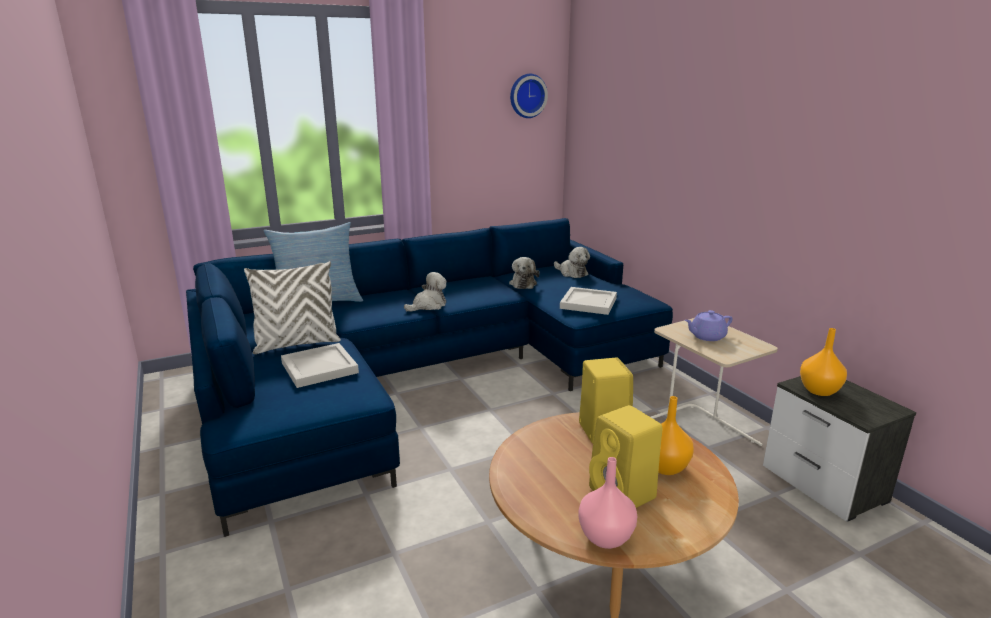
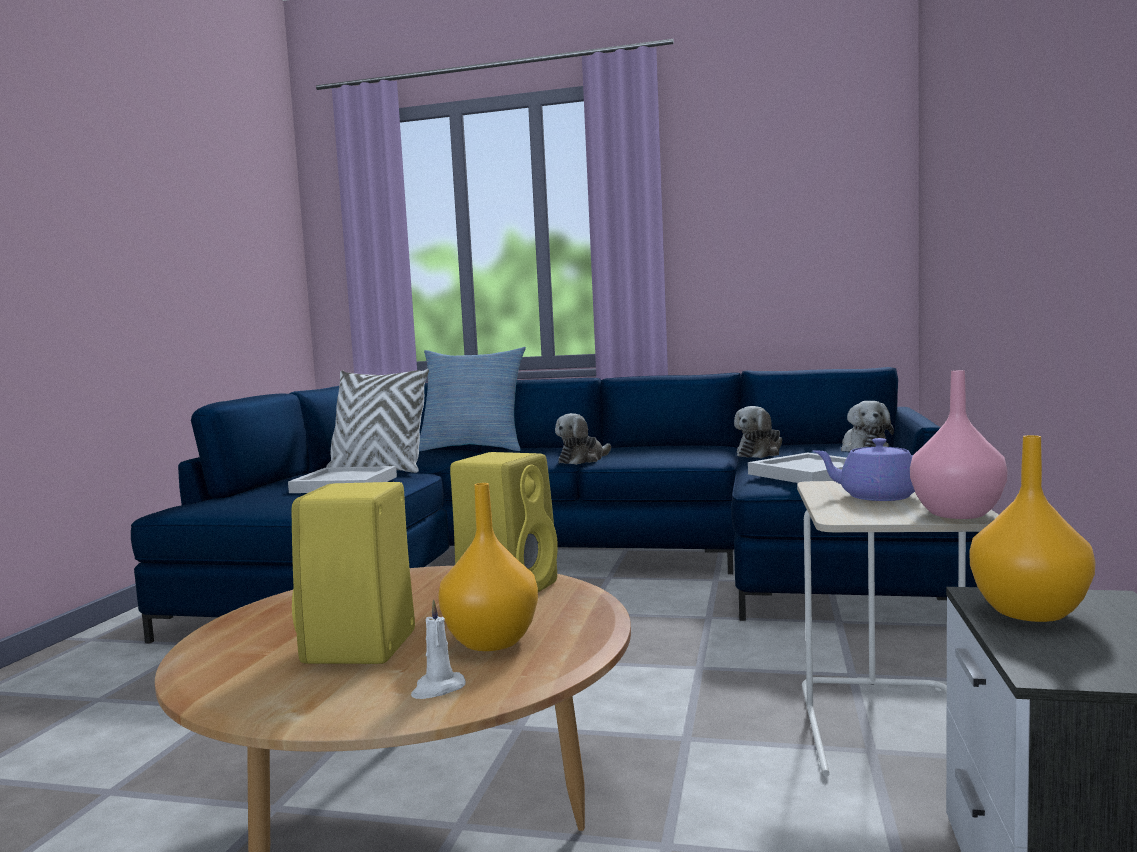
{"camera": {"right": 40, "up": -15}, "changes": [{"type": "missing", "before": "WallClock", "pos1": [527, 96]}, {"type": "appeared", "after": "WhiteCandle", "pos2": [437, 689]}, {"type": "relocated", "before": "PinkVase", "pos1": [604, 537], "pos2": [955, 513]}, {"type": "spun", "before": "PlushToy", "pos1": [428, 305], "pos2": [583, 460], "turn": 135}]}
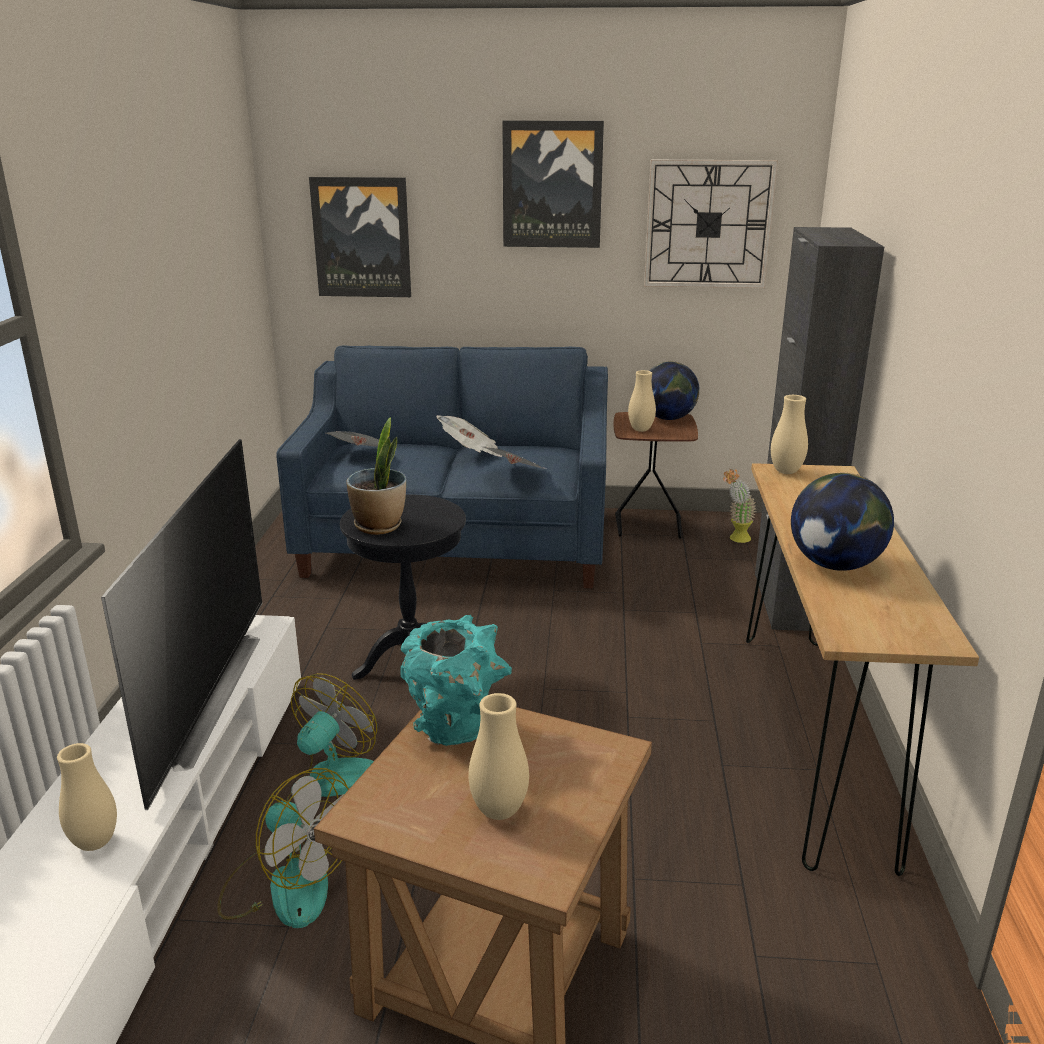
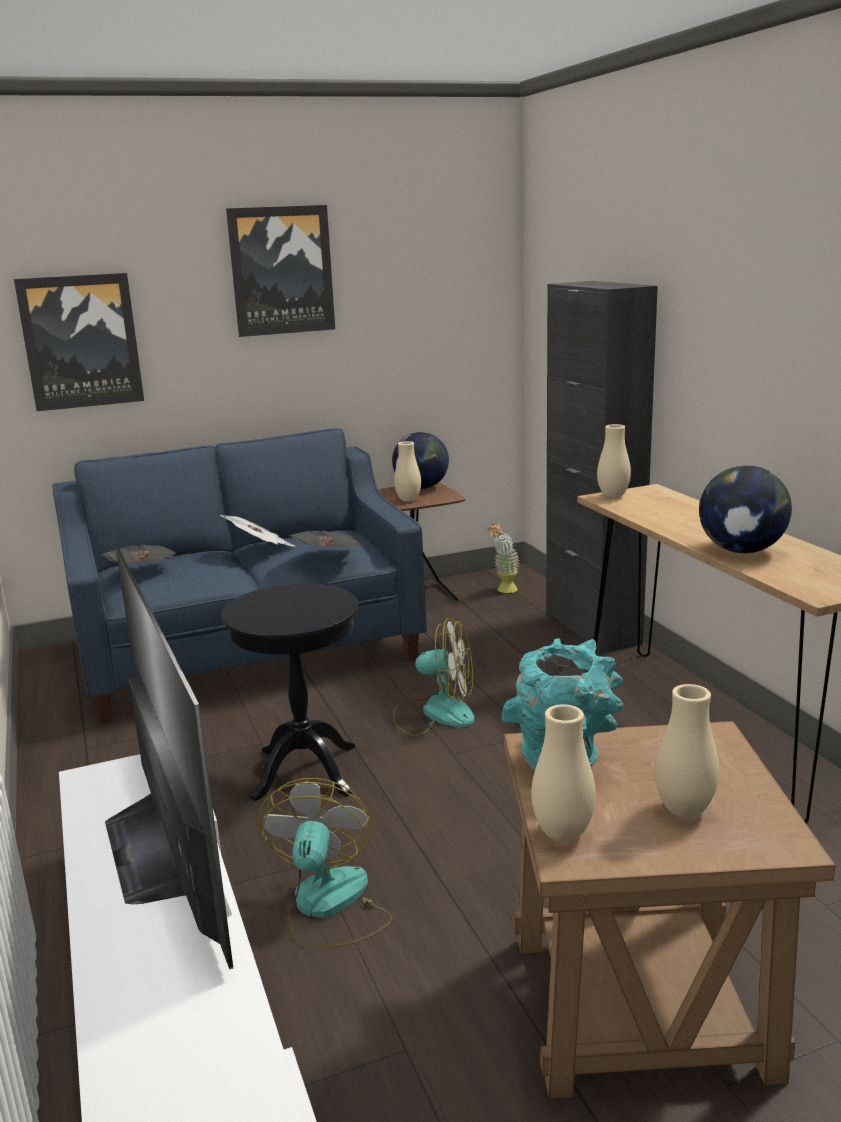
{"camera": {"right": -25, "up": -5}, "changes": [{"type": "missing", "before": "PottedPlant", "pos1": [379, 526]}, {"type": "missing", "before": "WallClock", "pos1": [708, 224]}, {"type": "relocated", "before": "BeigeVase", "pos1": [95, 842], "pos2": [562, 834]}, {"type": "relocated", "before": "Fan", "pos1": [286, 884], "pos2": [435, 713]}]}
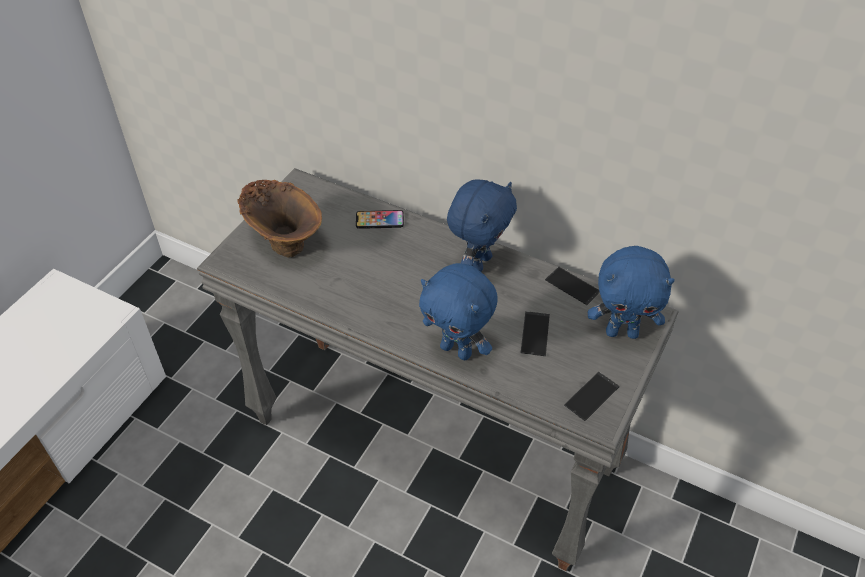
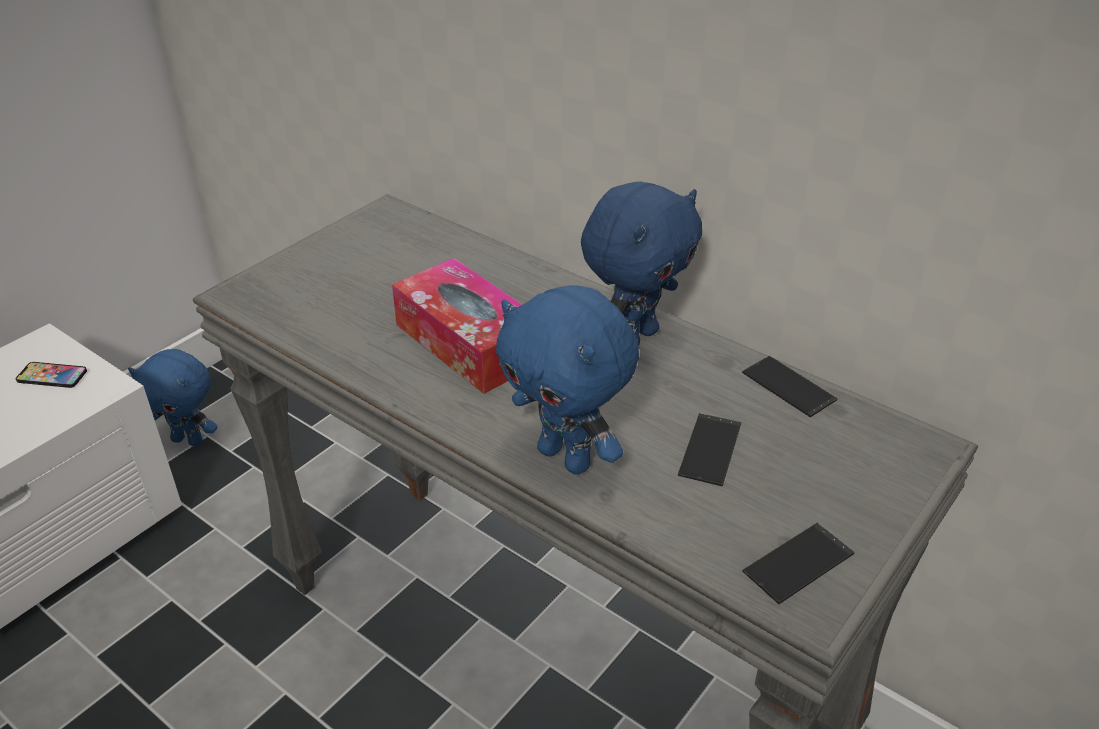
{"camera": {"right": 10, "up": -10}, "changes": [{"type": "missing", "before": "BrownVase", "pos1": [285, 241]}, {"type": "appeared", "after": "TissueBox", "pos2": [469, 342]}, {"type": "relocated", "before": "Phone", "pos1": [379, 220], "pos2": [52, 376]}, {"type": "relocated", "before": "BluePlushToy", "pos1": [622, 332], "pos2": [189, 440]}]}
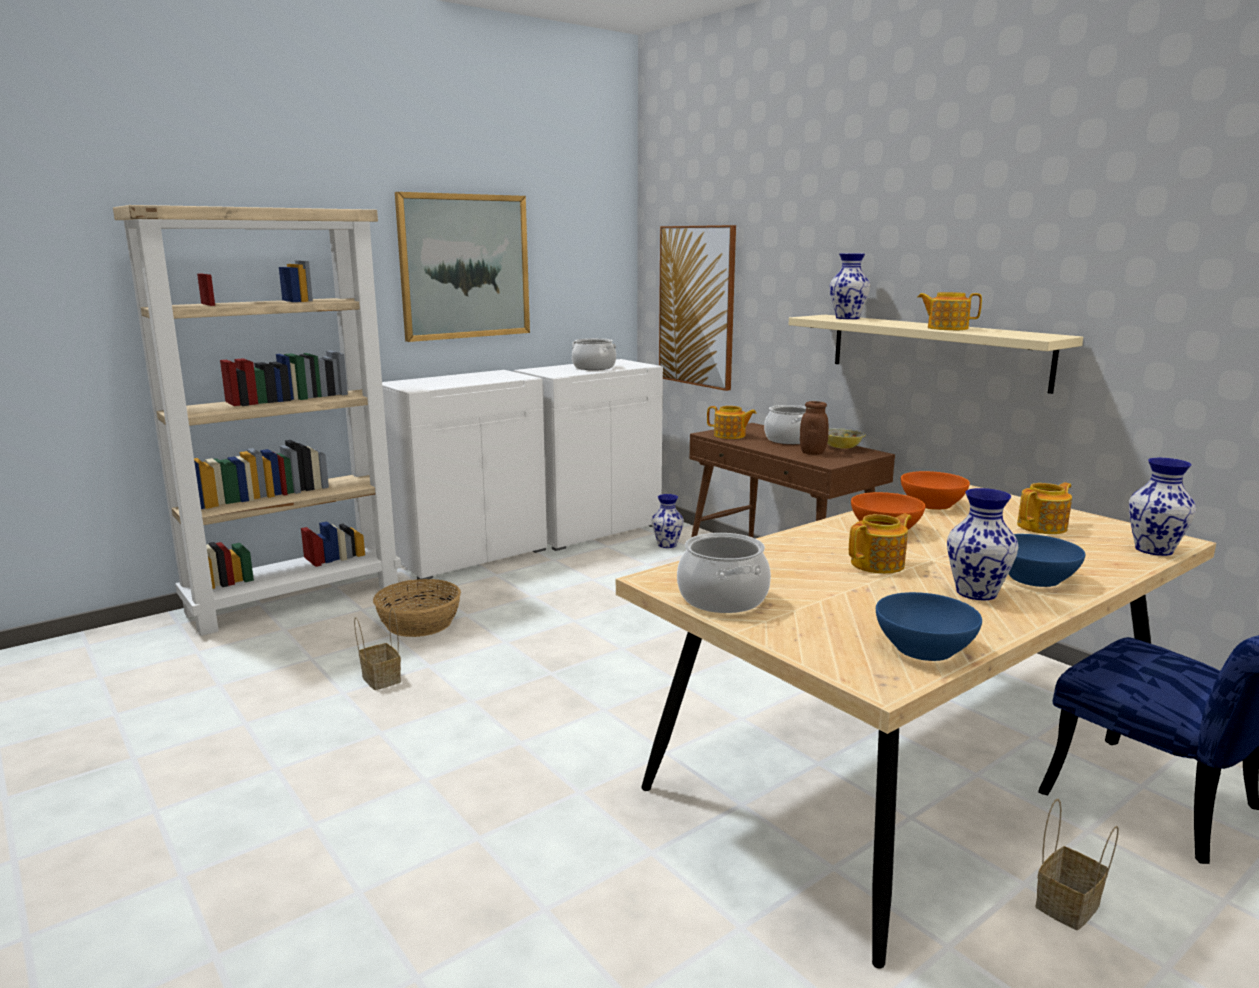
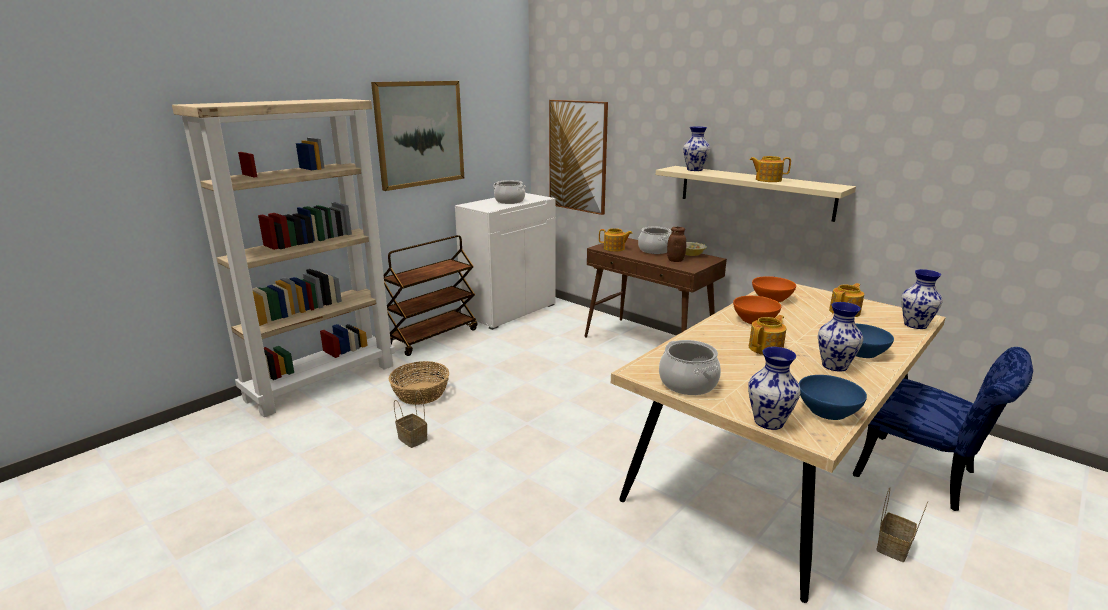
{"camera": {"right": -10, "up": 5}, "changes": [{"type": "relocated", "before": "Vase", "pos1": [667, 545], "pos2": [769, 422]}, {"type": "exchanged", "before": "WhiteCabinet", "after": "BrownCart", "pos1": [469, 554], "pos2": [433, 337]}]}
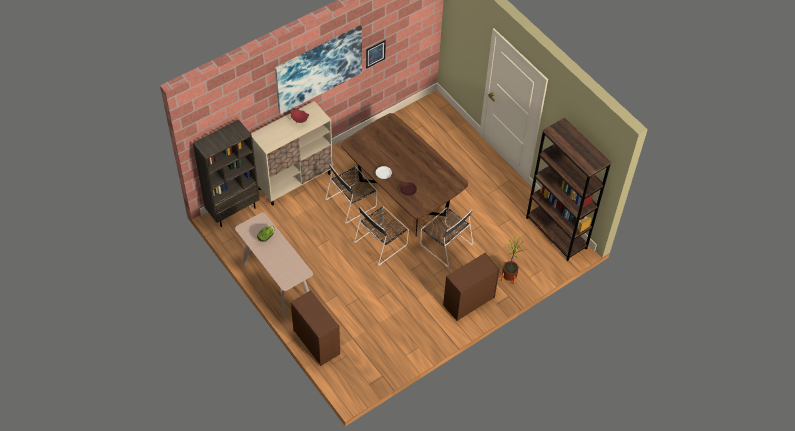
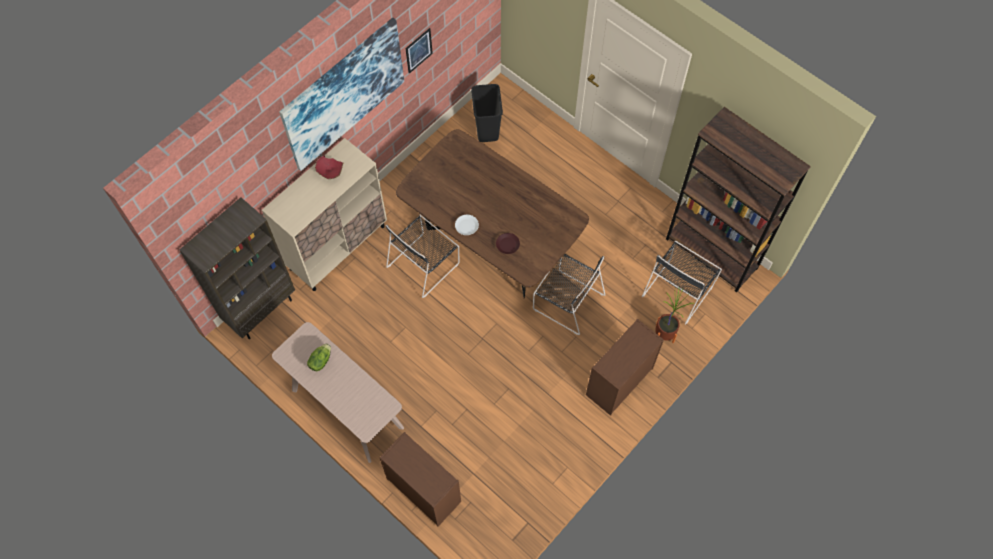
{"camera": {"right": -10, "up": 10}, "changes": [{"type": "appeared", "after": "BlackTrashCan", "pos2": [486, 129]}, {"type": "relocated", "before": "BlackChair", "pos1": [382, 242], "pos2": [678, 289]}]}
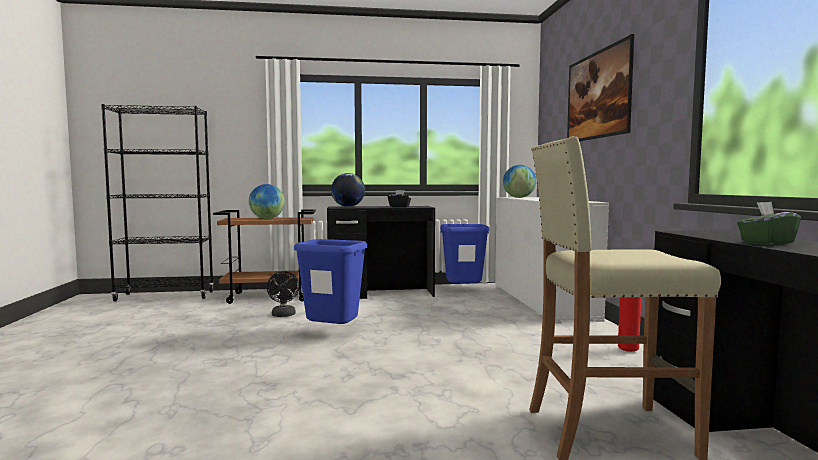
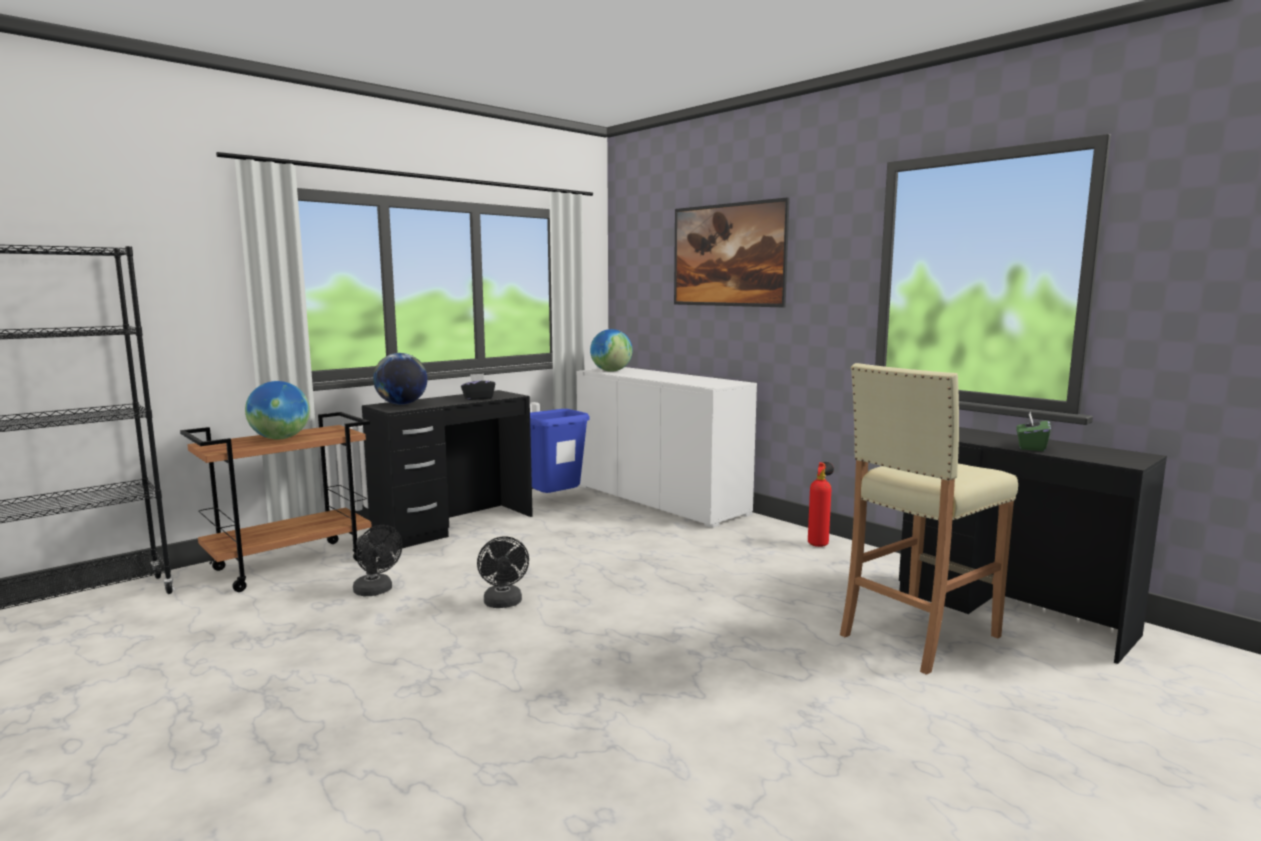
{"camera": {"right": -35, "up": 5}, "changes": [{"type": "exchanged", "before": "BlueTrashCan", "after": "BlackFan", "pos1": [333, 335], "pos2": [504, 604]}]}
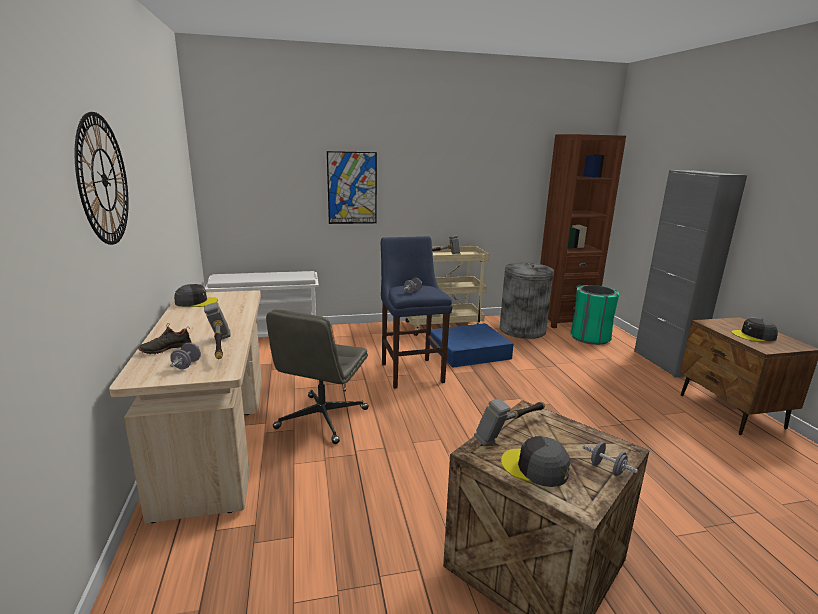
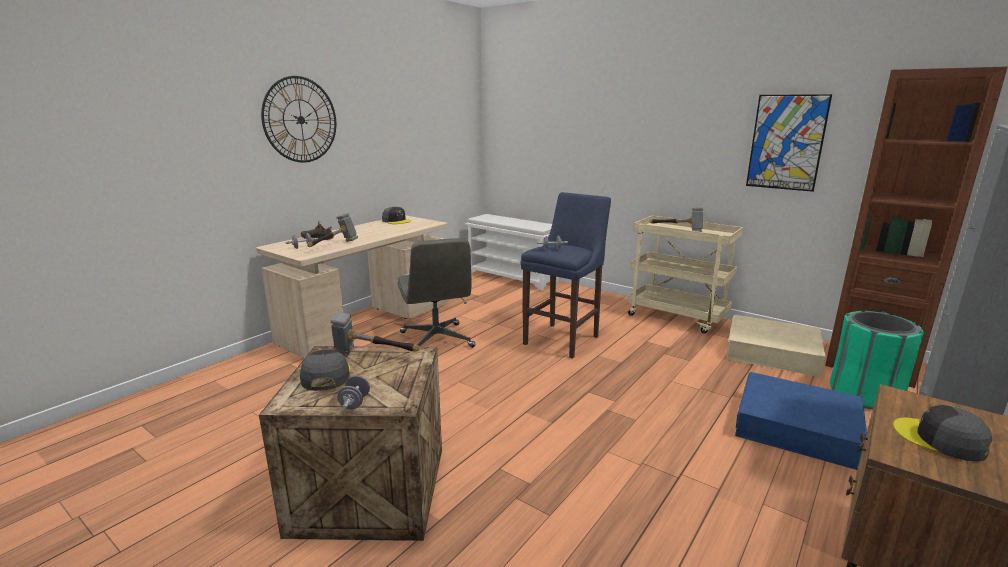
{"camera": {"right": 50, "up": 0}, "changes": [{"type": "relocated", "before": "Picture", "pos1": [352, 188], "pos2": [786, 142]}, {"type": "relocated", "before": "BlueStorageBox", "pos1": [469, 351], "pos2": [797, 427]}, {"type": "exchanged", "before": "GreyTrashCan", "after": "BeigeStorageBox", "pos1": [522, 330], "pos2": [772, 352]}, {"type": "spun", "before": "GreyOfficeChair", "pos1": [322, 419], "pos2": [437, 340], "turn": -90}]}
